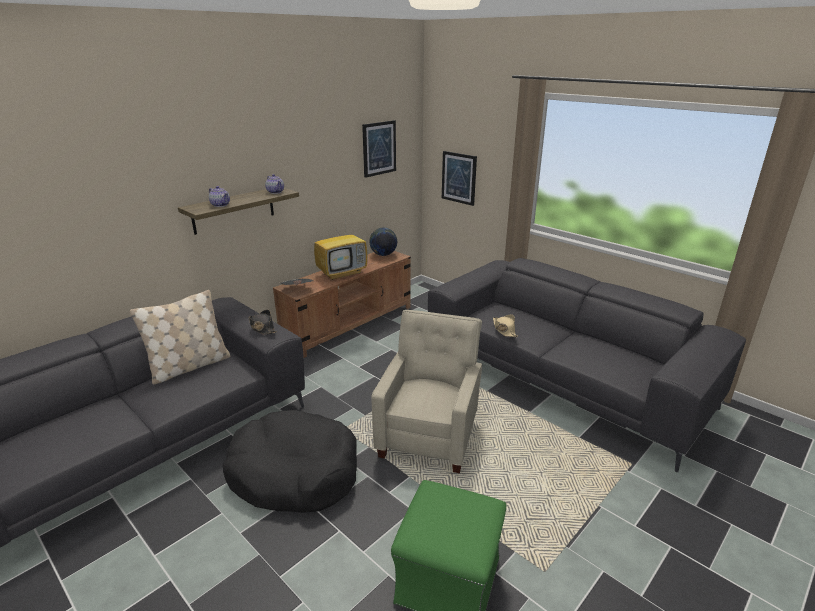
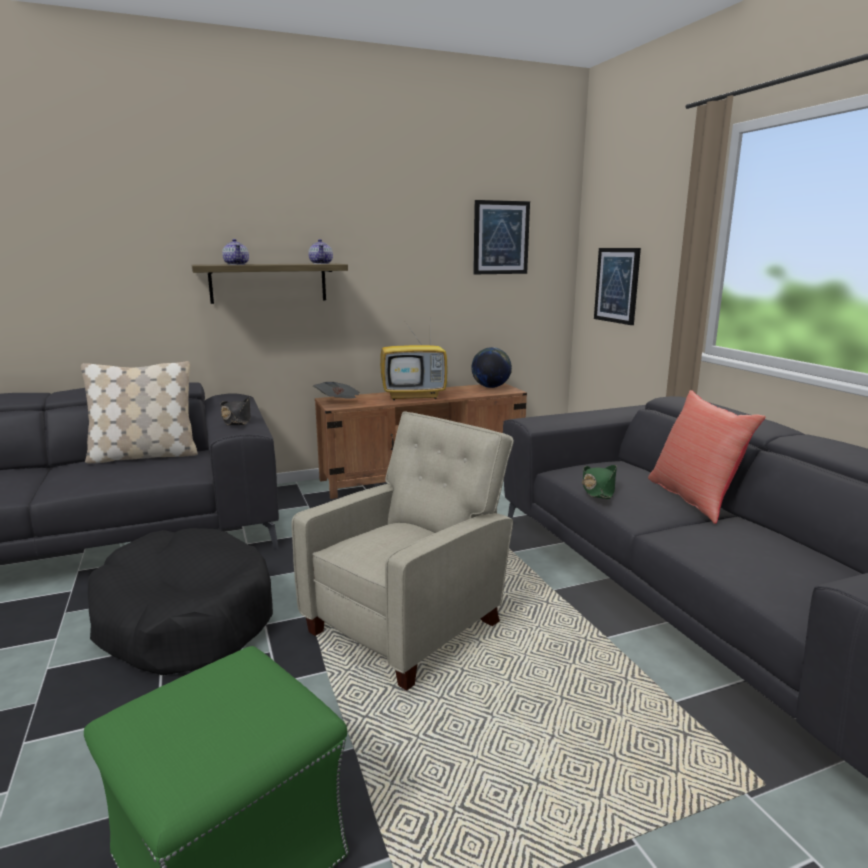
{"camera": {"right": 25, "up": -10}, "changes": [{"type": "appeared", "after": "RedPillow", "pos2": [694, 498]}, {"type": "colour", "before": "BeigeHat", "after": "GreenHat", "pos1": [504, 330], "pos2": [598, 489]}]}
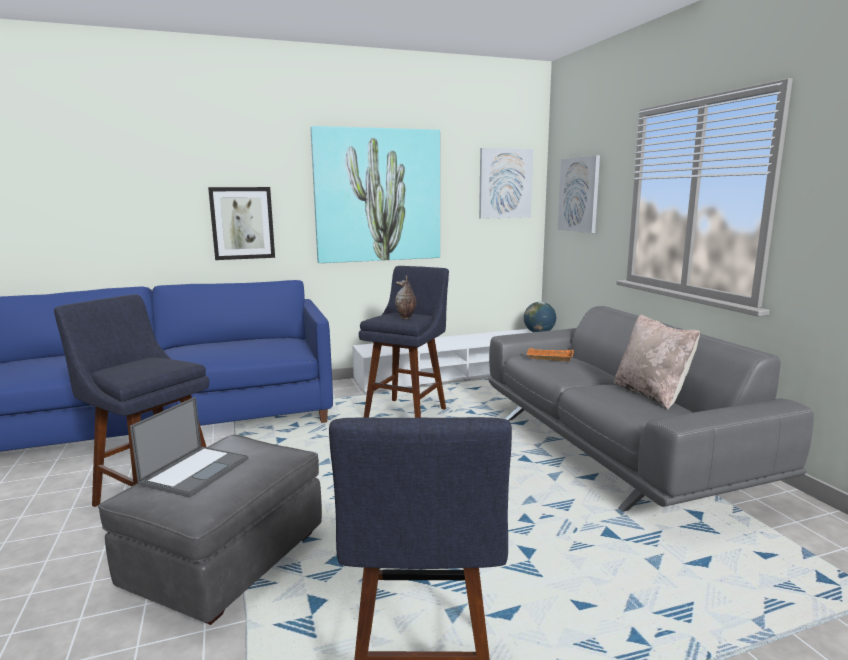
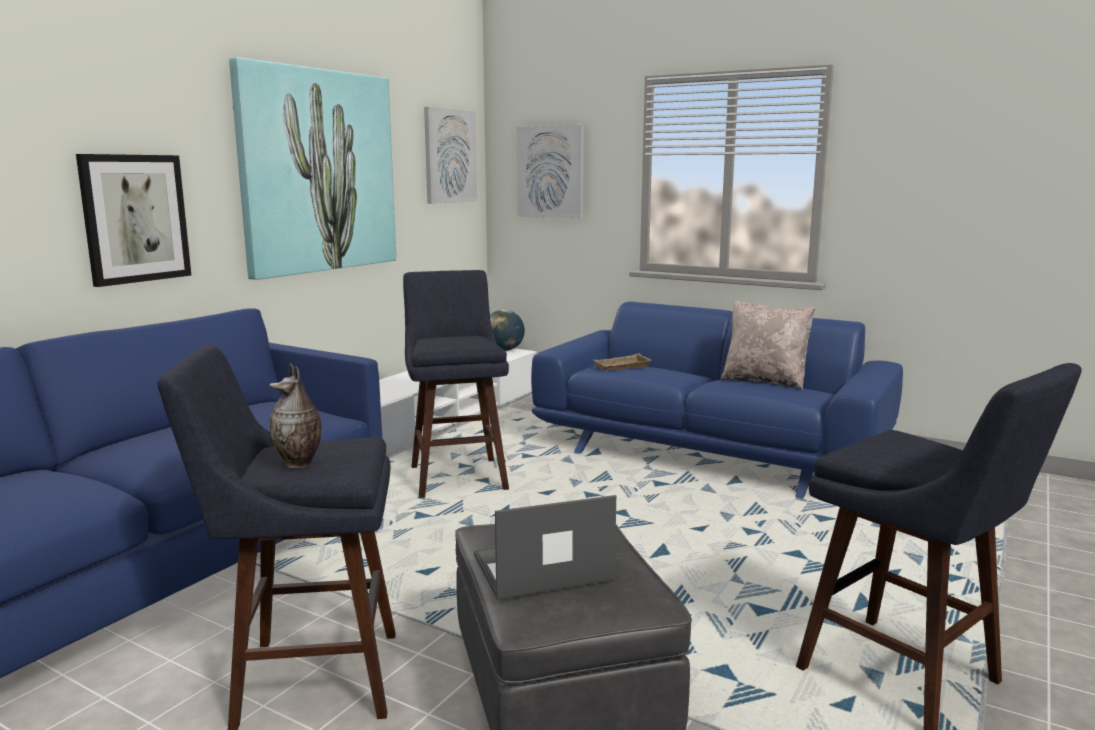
{"camera": {"right": -40, "up": 0}, "changes": [{"type": "relocated", "before": "Vase", "pos1": [406, 318], "pos2": [300, 464]}, {"type": "colour", "before": "GreySofa", "after": "BlueSofa", "pos1": [613, 448], "pos2": [709, 452]}, {"type": "colour", "before": "OrangeTray", "after": "BeigeTray", "pos1": [549, 358], "pos2": [622, 367]}, {"type": "spun", "before": "Laptop", "pos1": [196, 471], "pos2": [540, 568], "turn": -90}]}
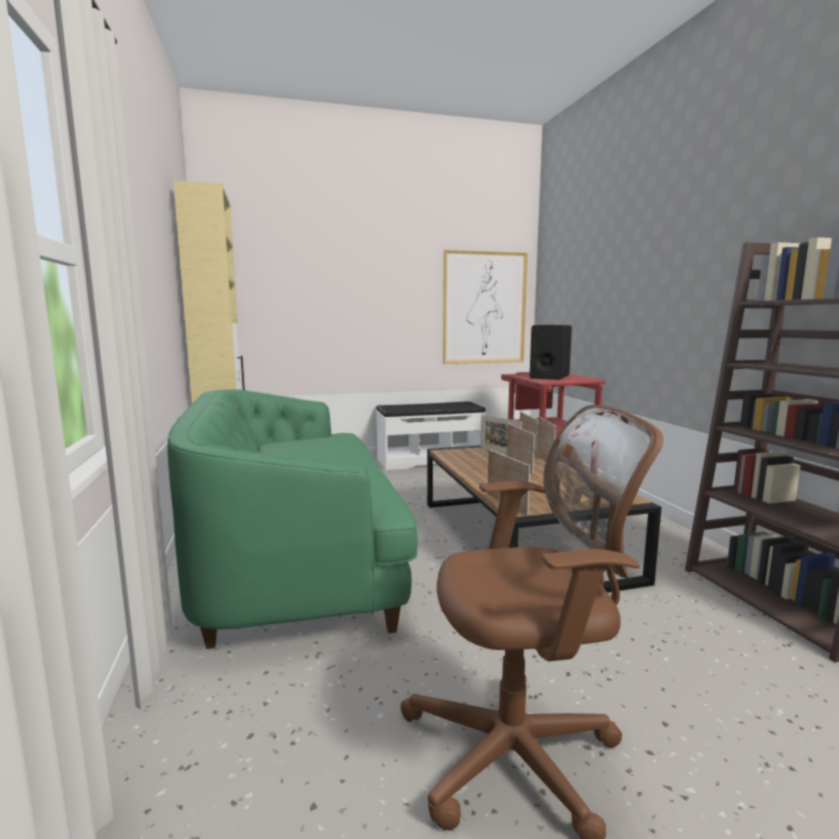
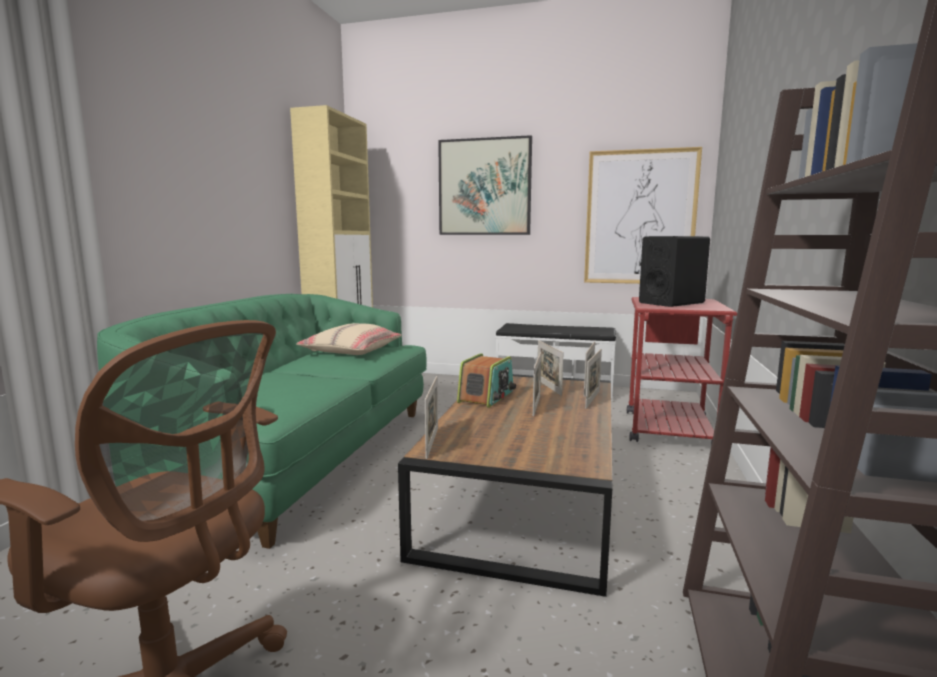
{"camera": {"right": 30, "up": 0}, "changes": [{"type": "appeared", "after": "BeigePillow", "pos2": [352, 351]}, {"type": "appeared", "after": "Picture", "pos2": [484, 187]}, {"type": "appeared", "after": "Radio", "pos2": [487, 397]}]}
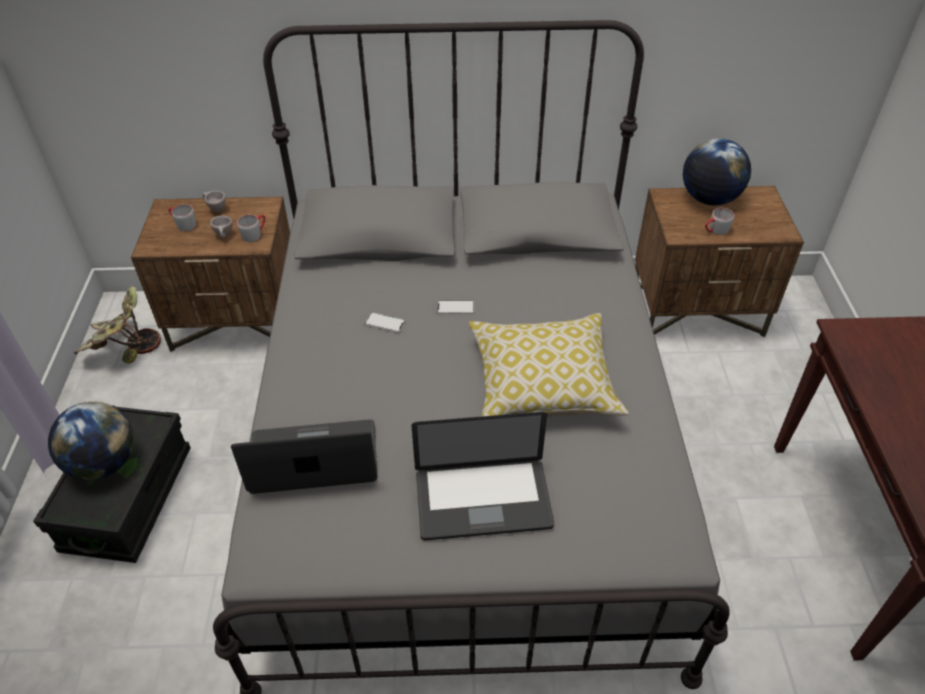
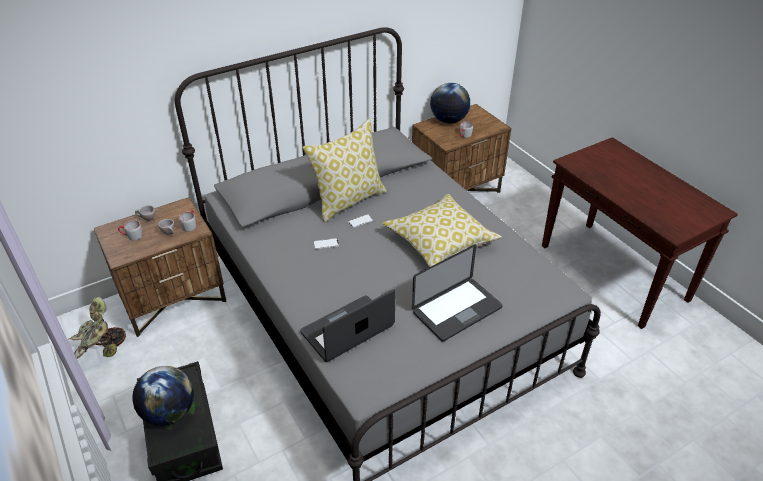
{"camera": {"right": -30, "up": -5}, "changes": [{"type": "appeared", "after": "Pillow", "pos2": [348, 200]}]}
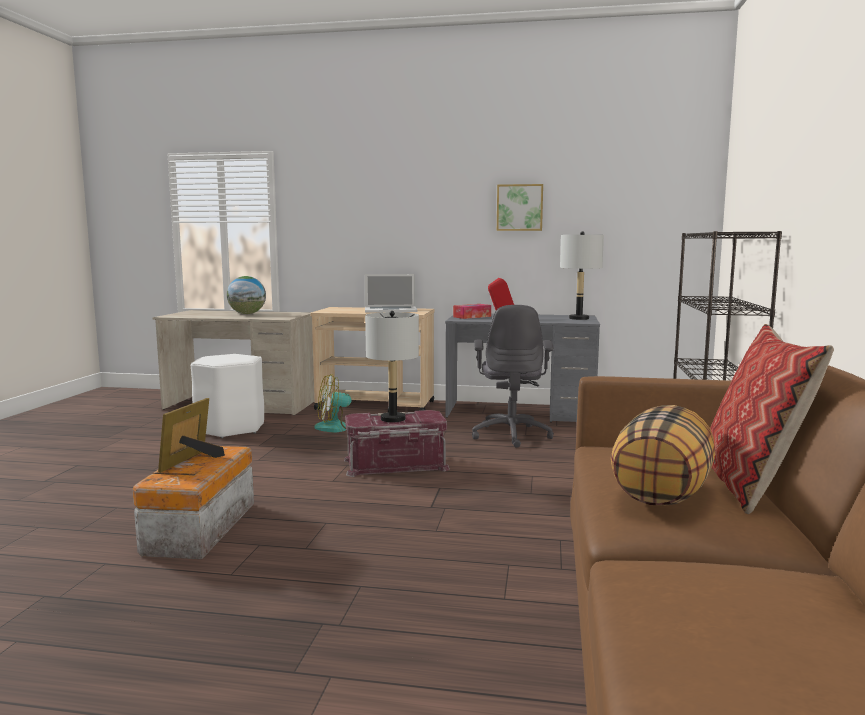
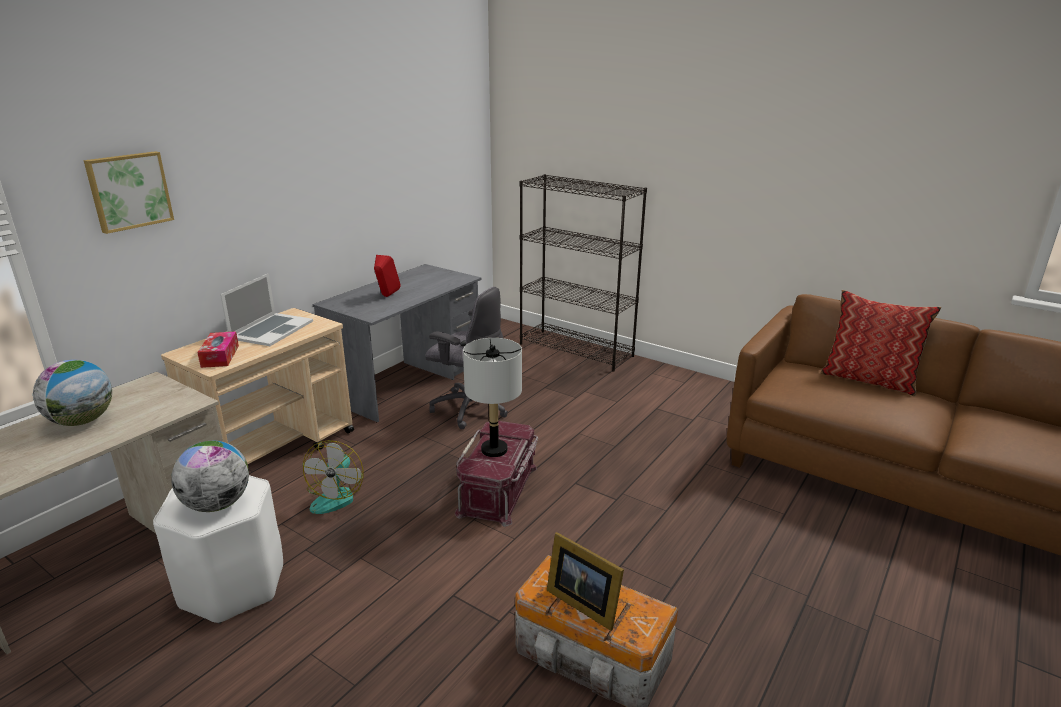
{"camera": {"right": -65, "up": 15}, "changes": [{"type": "missing", "before": "GreyTableLamp", "pos1": [579, 318]}, {"type": "missing", "before": "Pillow", "pos1": [662, 494]}, {"type": "appeared", "after": "Globe", "pos2": [217, 504]}, {"type": "relocated", "before": "TissueBox", "pos1": [472, 316], "pos2": [220, 356]}, {"type": "relocated", "before": "Picture", "pos1": [519, 207], "pos2": [129, 191]}]}
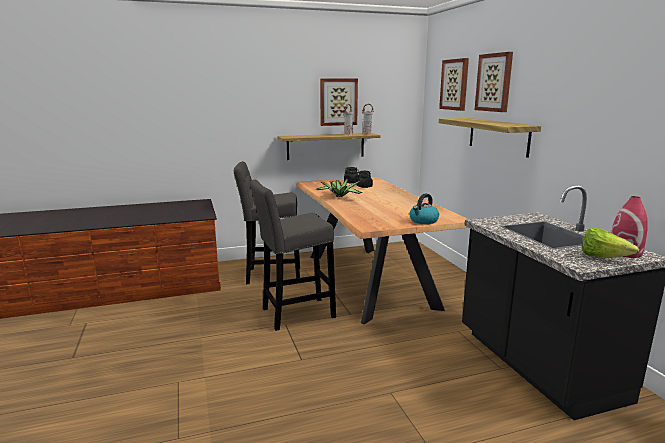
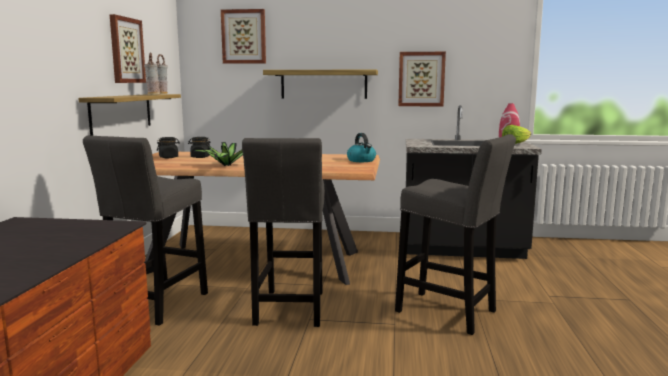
{"camera": {"right": -65, "up": -5}, "changes": [{"type": "appeared", "after": "GreyStool", "pos2": [450, 313]}, {"type": "relocated", "before": "Picture", "pos1": [494, 82], "pos2": [421, 79]}]}
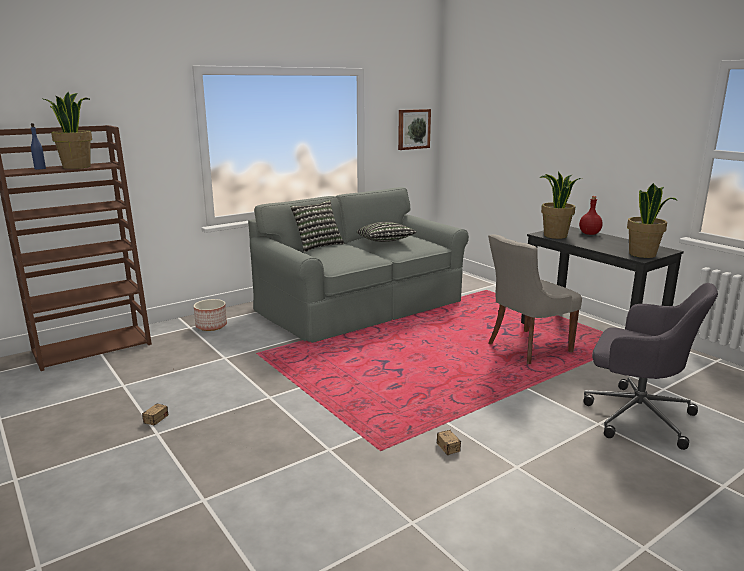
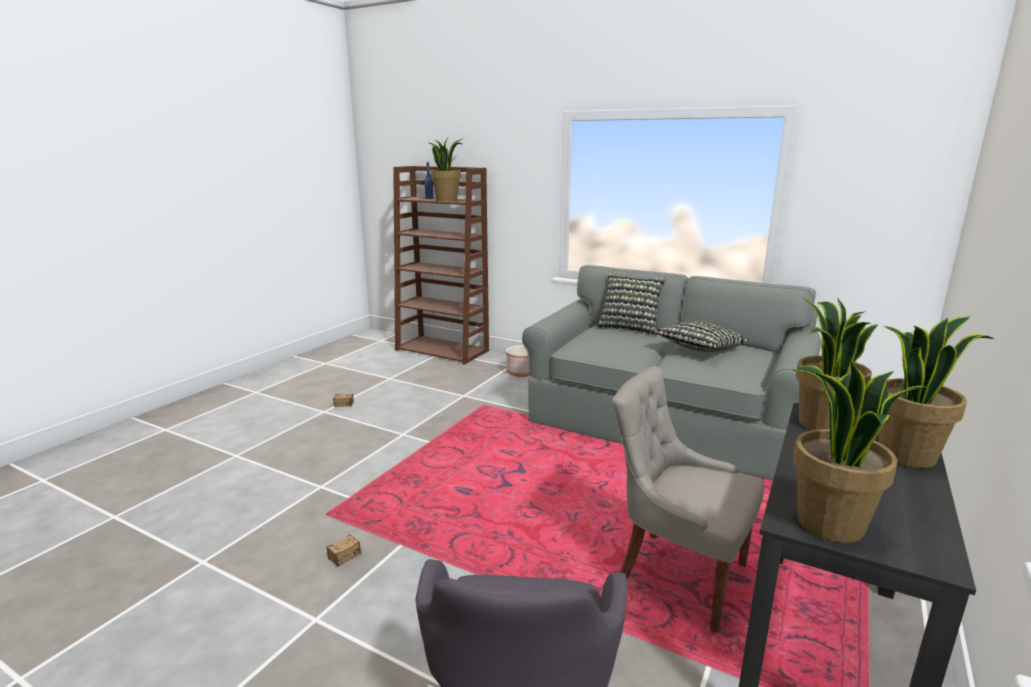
{"camera": {"right": 65, "up": 0}, "changes": [{"type": "missing", "before": "Picture", "pos1": [413, 129]}, {"type": "exchanged", "before": "RedBottle", "after": "PottedPlant", "pos1": [589, 234], "pos2": [906, 455]}]}
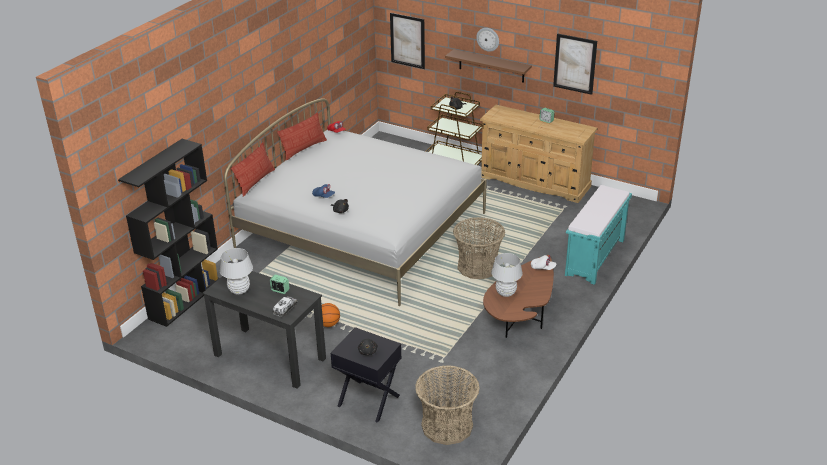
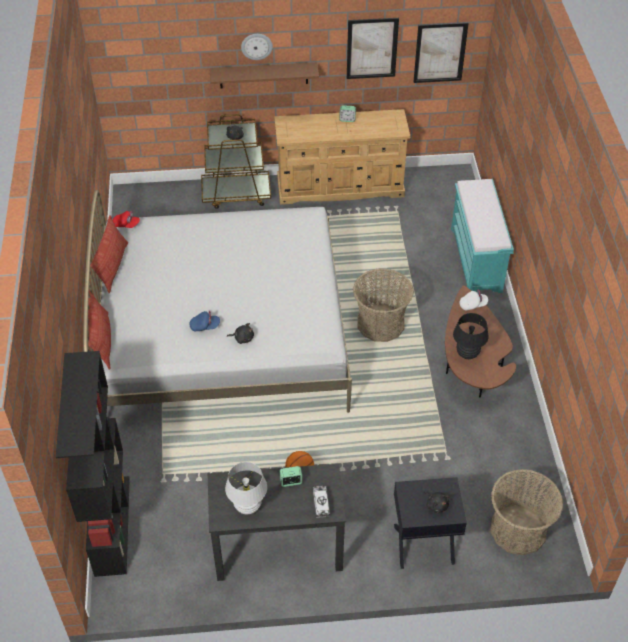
{"camera": {"right": -35, "up": 15}, "changes": [{"type": "relocated", "before": "Picture", "pos1": [407, 40], "pos2": [440, 52]}, {"type": "colour", "before": "WhiteTableLamp", "after": "BlackTableLamp", "pos1": [505, 293], "pos2": [467, 354]}]}
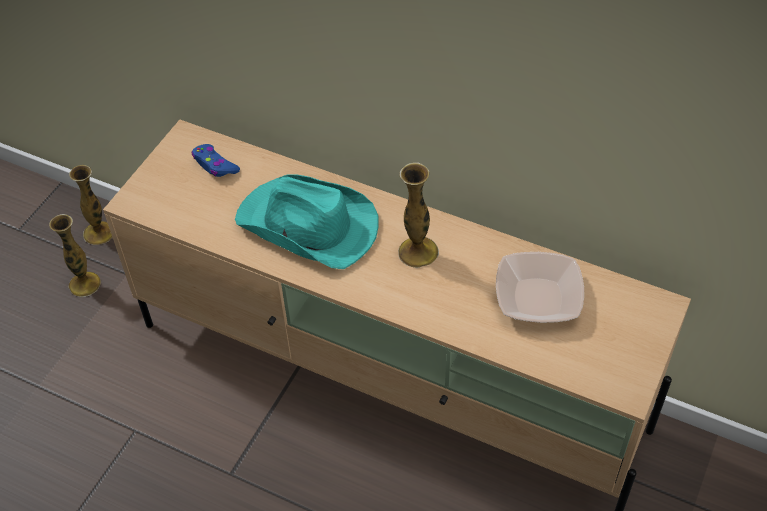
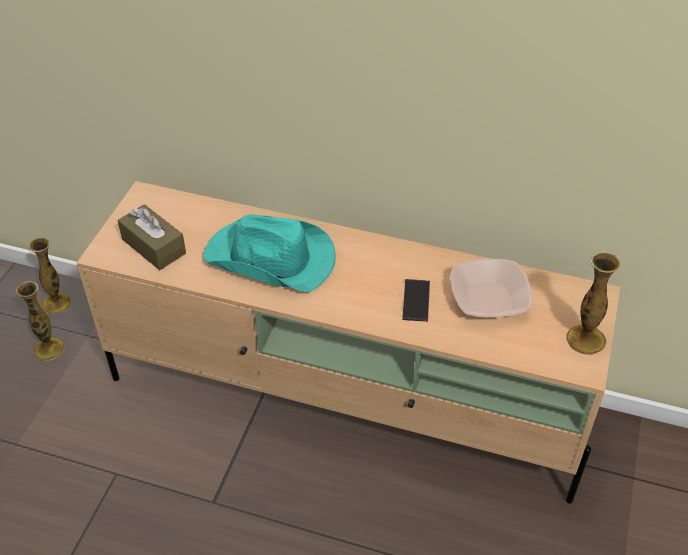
{"camera": {"right": -10, "up": -5}, "changes": [{"type": "missing", "before": "BlueGameController", "pos1": [215, 165]}, {"type": "appeared", "after": "BrownTissueBox", "pos2": [154, 246]}, {"type": "appeared", "after": "Phone", "pos2": [416, 300]}, {"type": "relocated", "before": "Vase", "pos1": [418, 252], "pos2": [585, 339]}]}
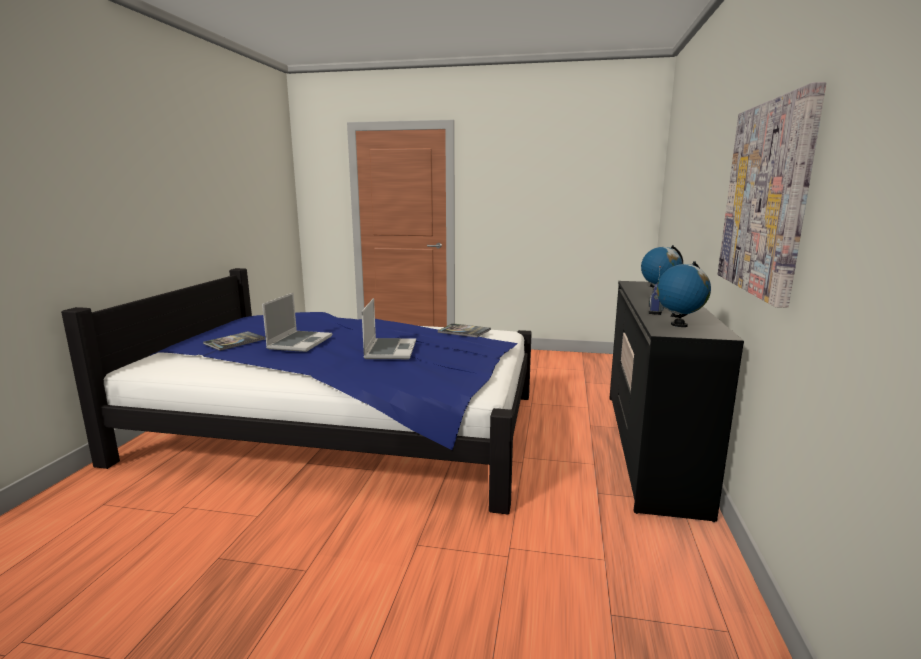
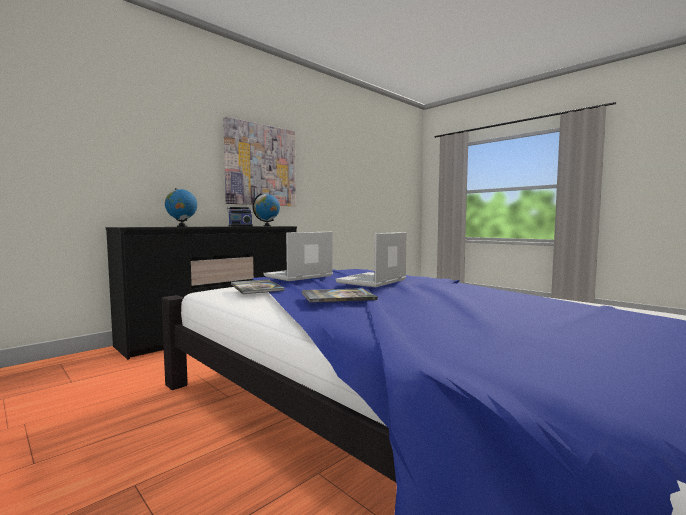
{"camera": {"right": -145, "up": -10}, "changes": [{"type": "relocated", "before": "Book", "pos1": [234, 342], "pos2": [338, 297]}, {"type": "relocated", "before": "Laptop", "pos1": [300, 342], "pos2": [298, 276]}]}
